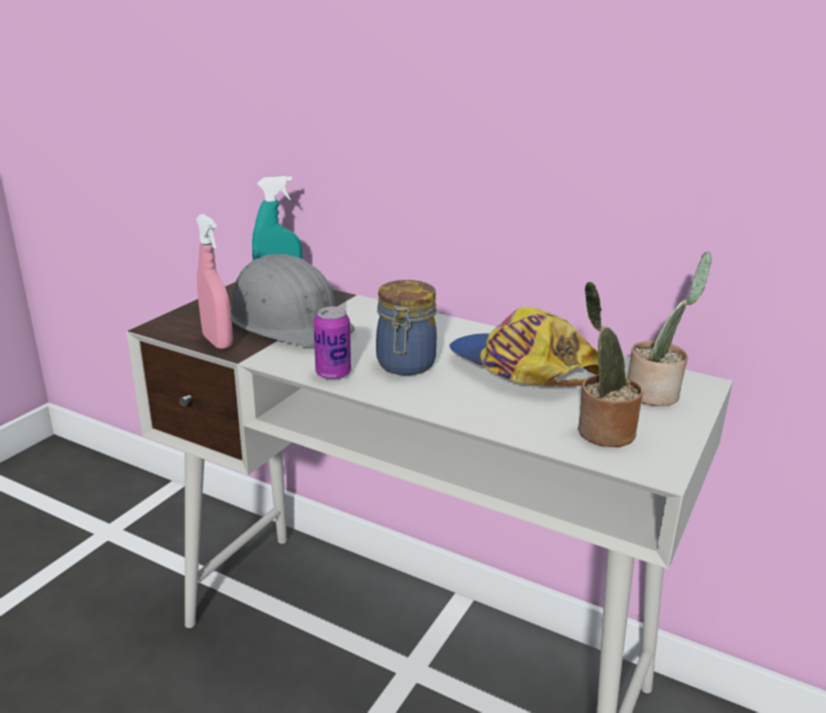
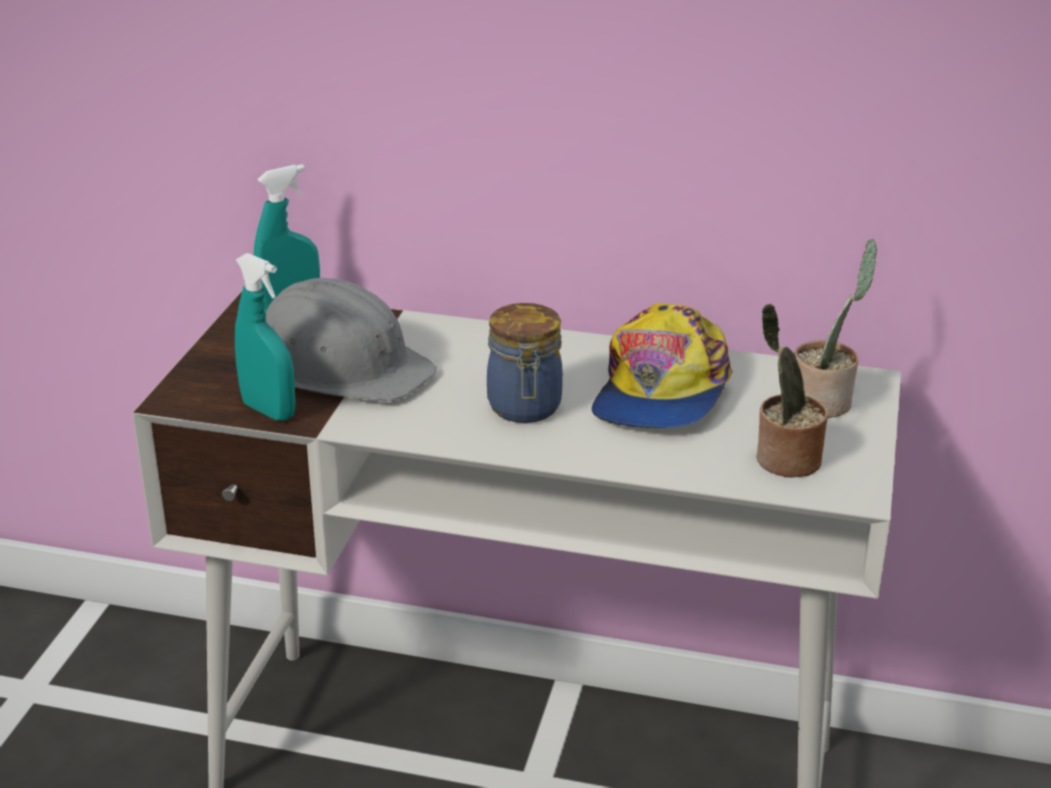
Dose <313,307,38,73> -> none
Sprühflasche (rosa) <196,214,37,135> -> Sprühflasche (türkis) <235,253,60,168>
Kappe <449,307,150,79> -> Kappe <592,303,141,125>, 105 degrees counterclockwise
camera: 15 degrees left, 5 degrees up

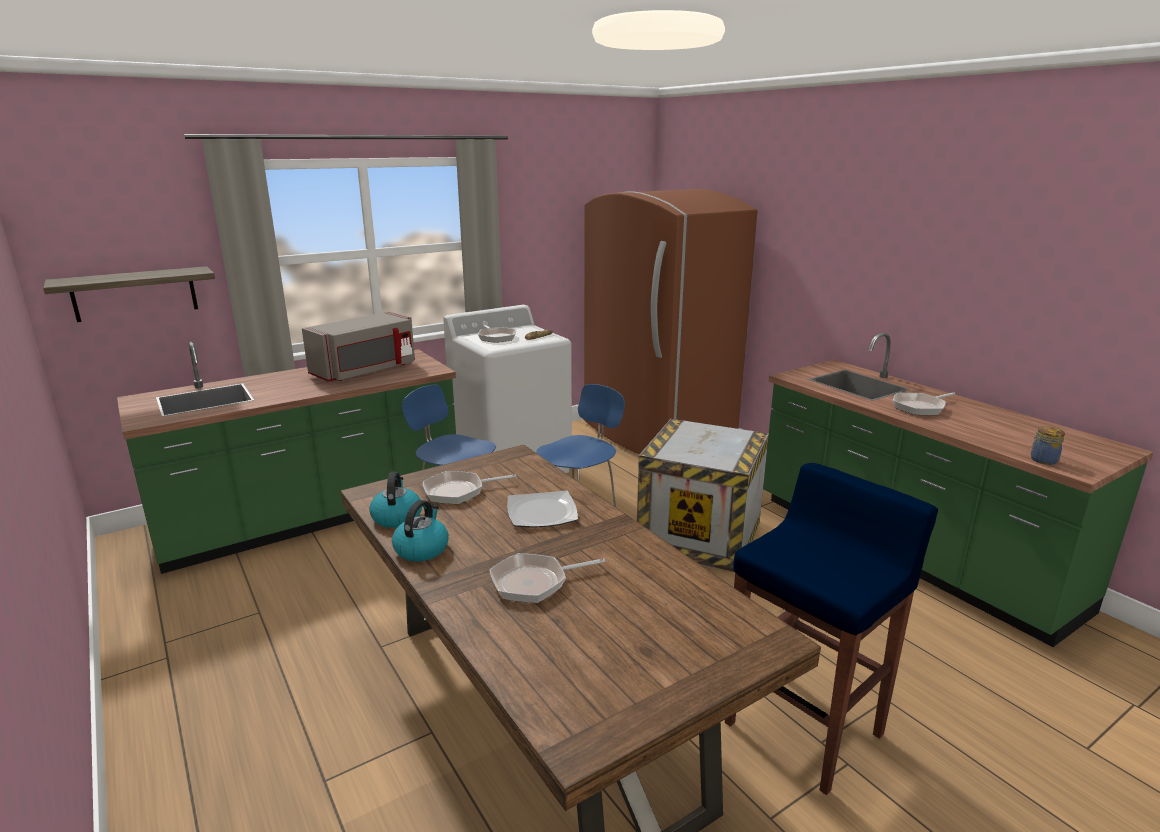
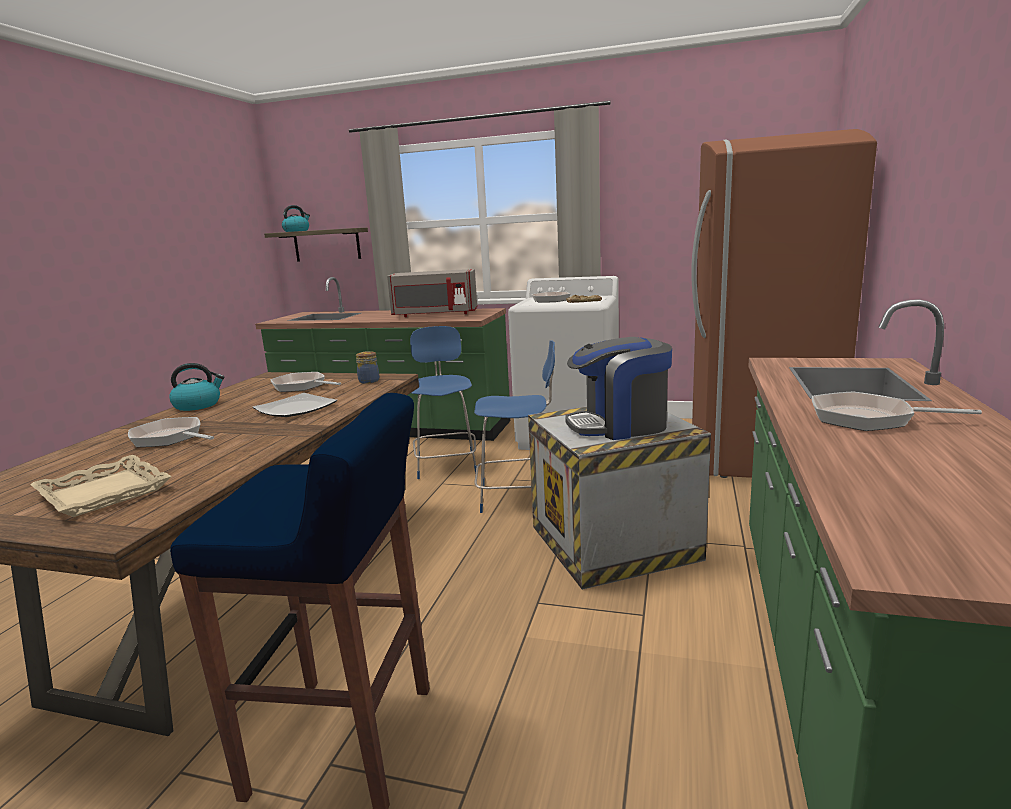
none -> Tablett (beige) <30,455,142,62>
none -> Kaffeemaschine <565,337,107,103>
Wasserkessel <369,472,53,56> -> Wasserkessel <282,205,28,27>, relocated
Vorratsglas <1031,426,34,39> -> Vorratsglas <356,351,23,33>, relocated
camera: 50 degrees right, 5 degrees down

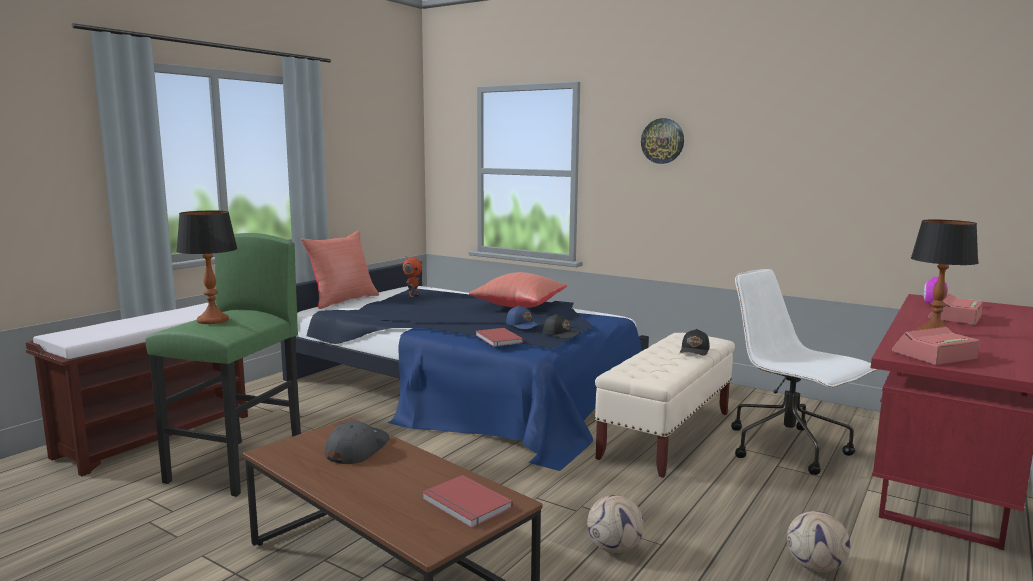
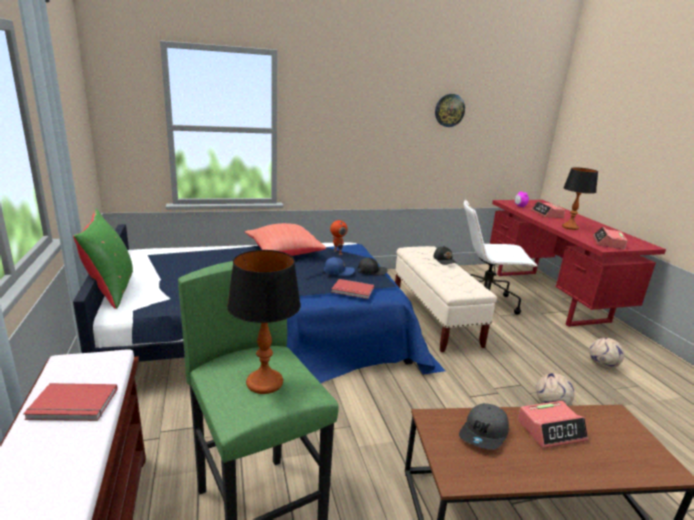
none -> Wecker <518,401,70,48>
Spielzeugroboter <403,256,19,41> -> Spielzeugroboter <330,220,18,35>, relocated
Buch (rot) <422,475,91,53> -> Buch (rot) <23,383,95,38>, relocated
Wanduhr <641,118,43,46> -> Wanduhr <435,94,30,33>, relocated
Kissen (rot) <301,231,78,78> -> Kissen (grün) <73,209,60,100>
Kappe (grau) <325,421,65,43> -> Kappe (grau) <459,403,50,47>, 120 degrees counterclockwise
camera: 50 degrees left, 10 degrees up

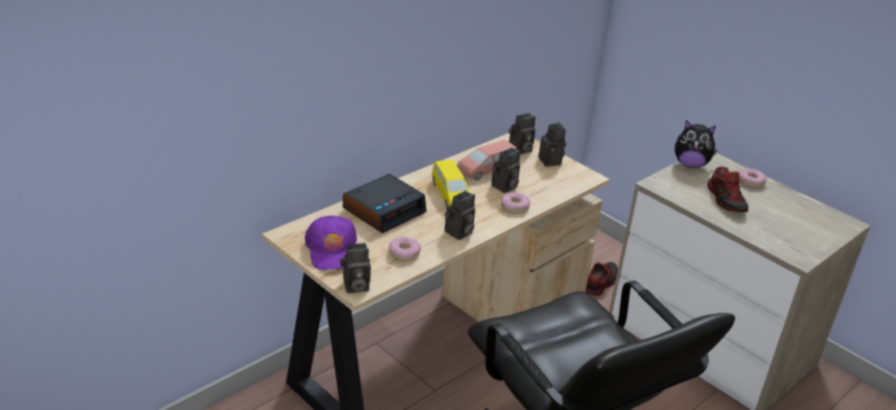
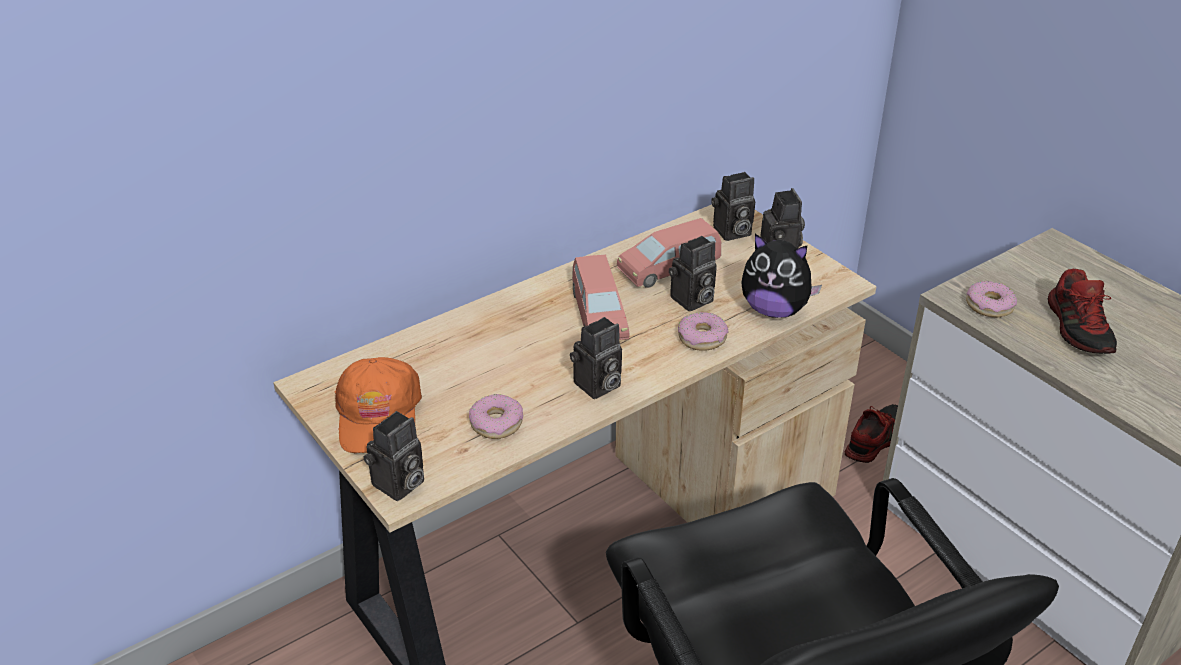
Wecker <343,174,84,59> -> none
Plüschtier <675,120,43,48> -> Plüschtier <741,234,81,84>, relocated
Donut <739,168,28,20> -> Donut <966,281,51,37>, relocated
Kappe (lila) <304,215,53,55> -> Kappe (orange) <335,357,87,96>
Spielzeugauto (gelb) <432,160,39,48> -> Spielzeugauto (rosa) <572,255,57,85>
Kamera <340,243,31,50> -> Kamera <364,411,60,90>, 45 degrees counterclockwise
camera: 10 degrees right, 5 degrees up

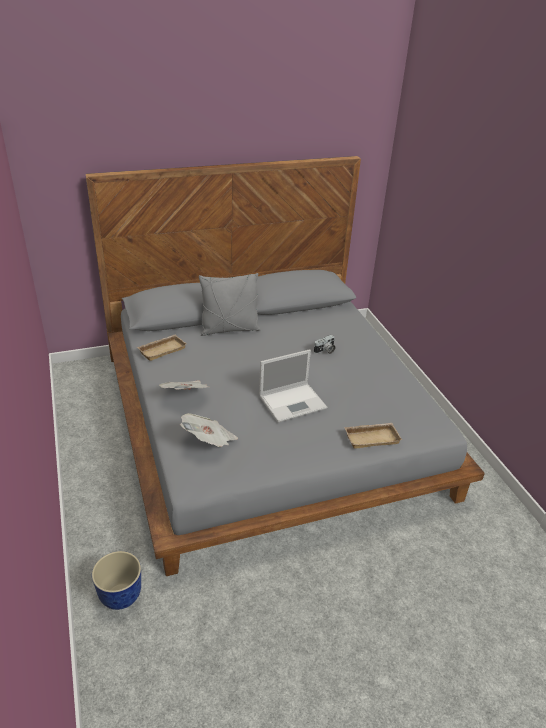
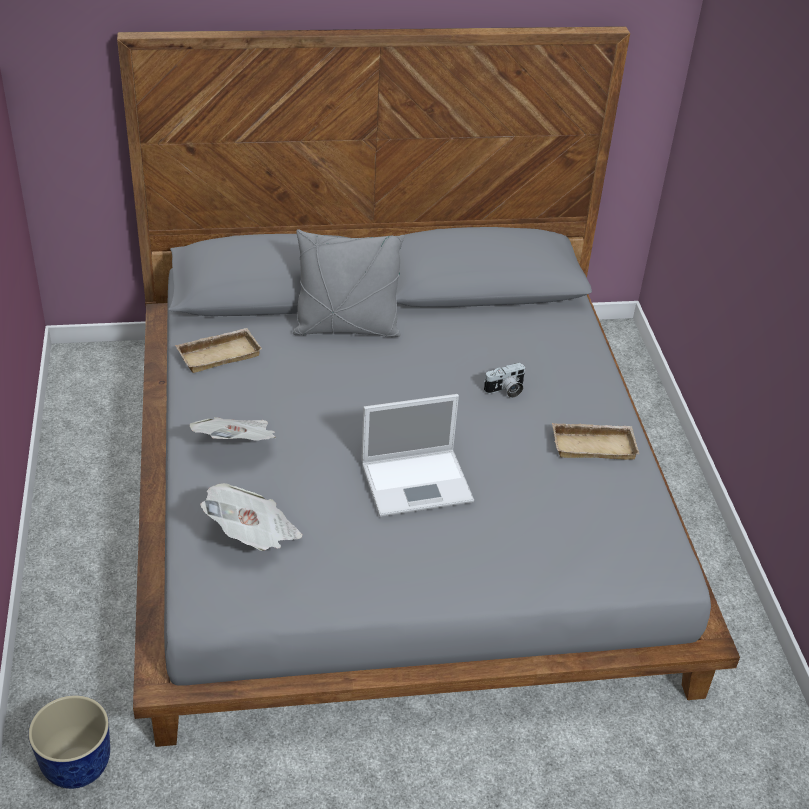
Tablett (beige) <344,423,58,26> -> Tablett (beige) <552,423,87,37>, relocated
camera: 10 degrees right, 5 degrees up

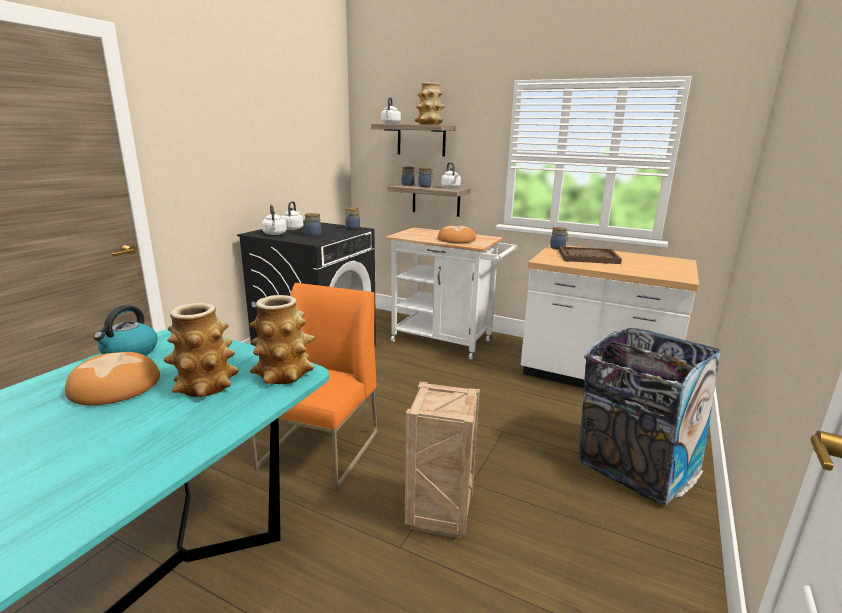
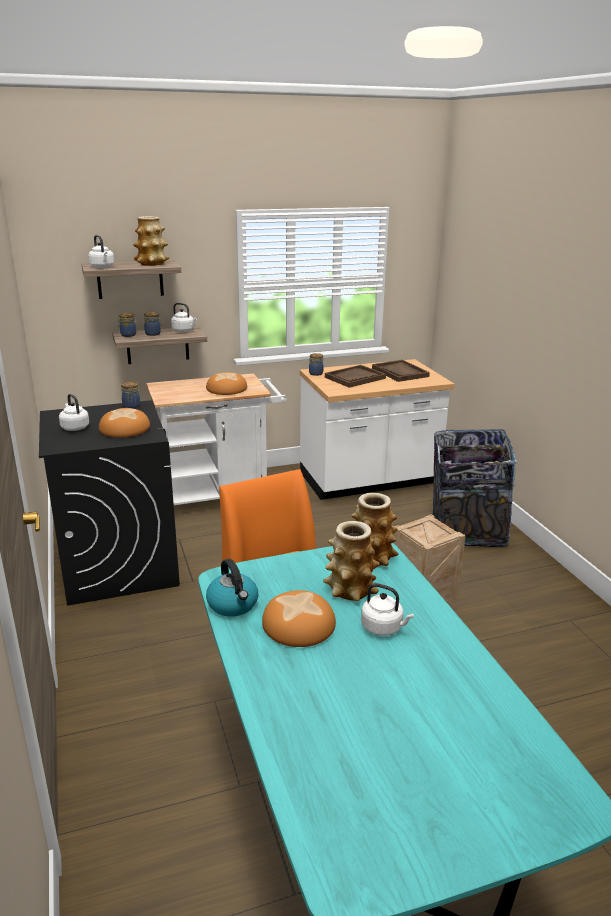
none -> Tablett (braun) <372,360,58,22>
Wasserkessel (weiß) <262,204,25,31> -> Wasserkessel (weiß) <361,583,53,53>, relocated
Vorratsglas <305,213,16,24> -> Brot <99,408,51,30>
camera: 45 degrees left, 5 degrees up

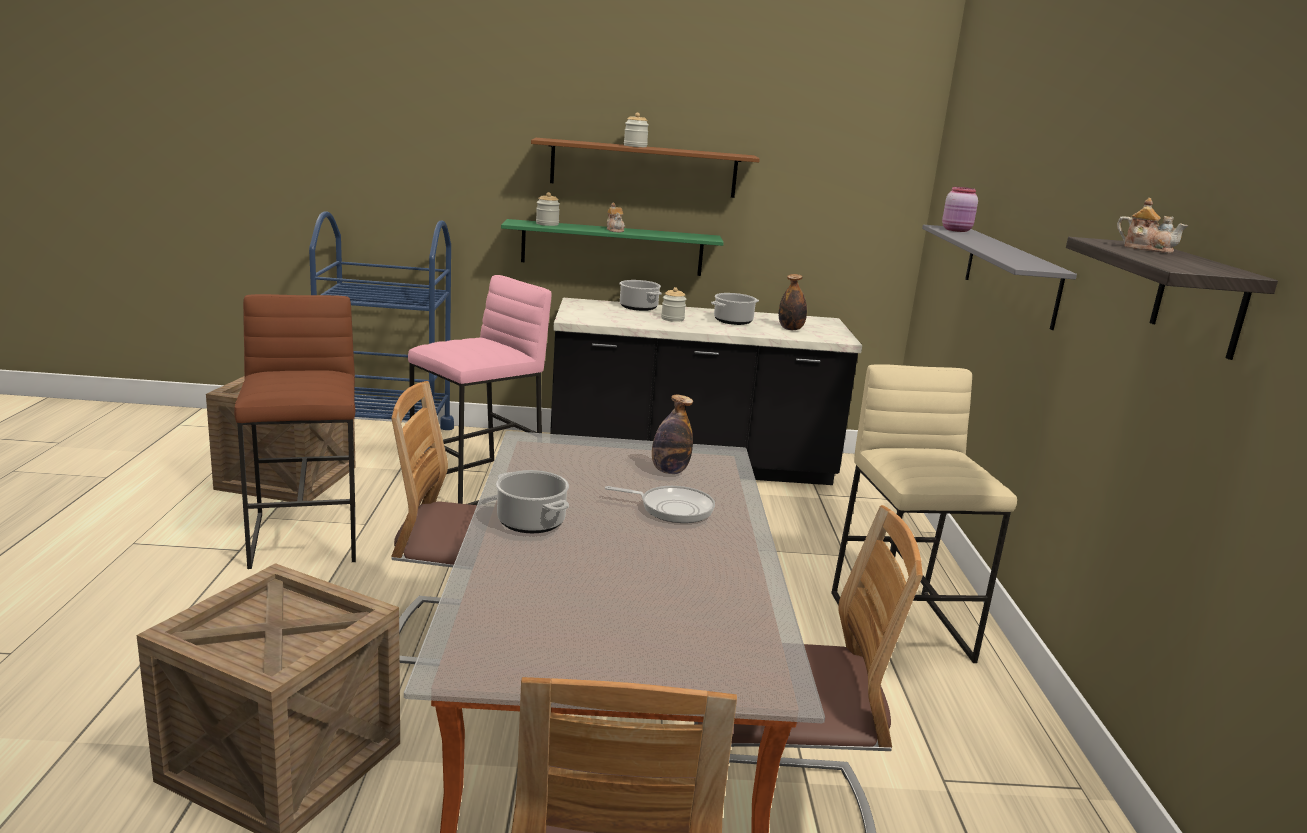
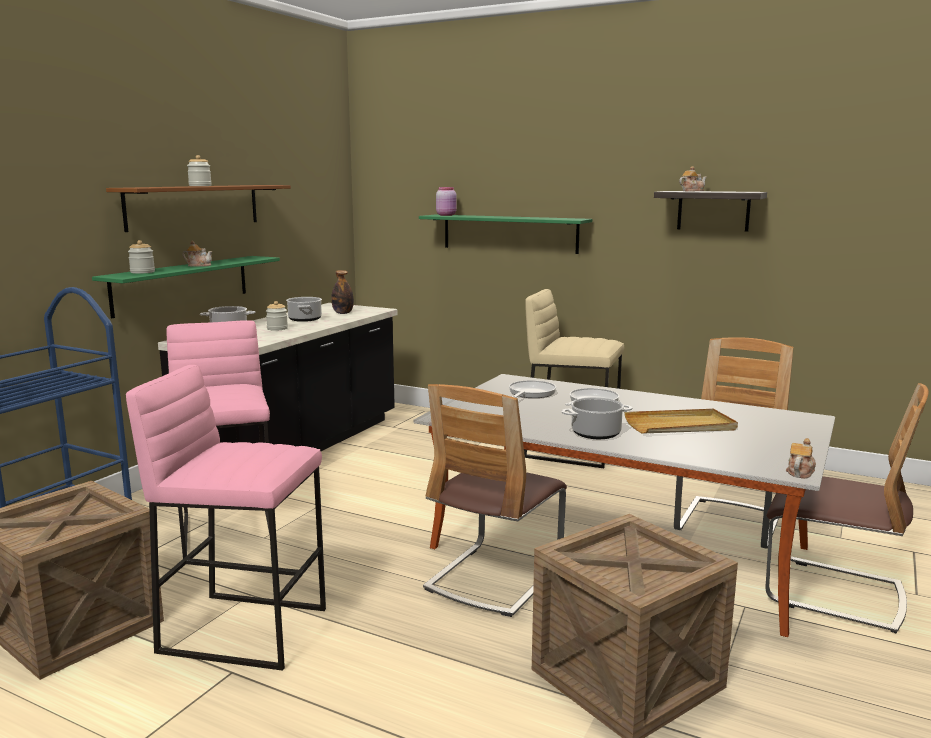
none -> Tablett (beige) <624,409,114,25>
none -> Teekanne <786,438,30,40>
Flasche <652,395,41,79> -> Pfanne <509,380,47,18>
Hocker (braun) <234,294,122,275> -> Hocker (rosa) <126,365,200,306>
Wandregal (grau) <922,225,155,105> -> Wandregal (grün) <419,215,173,39>
camera: 60 degrees left, 5 degrees down

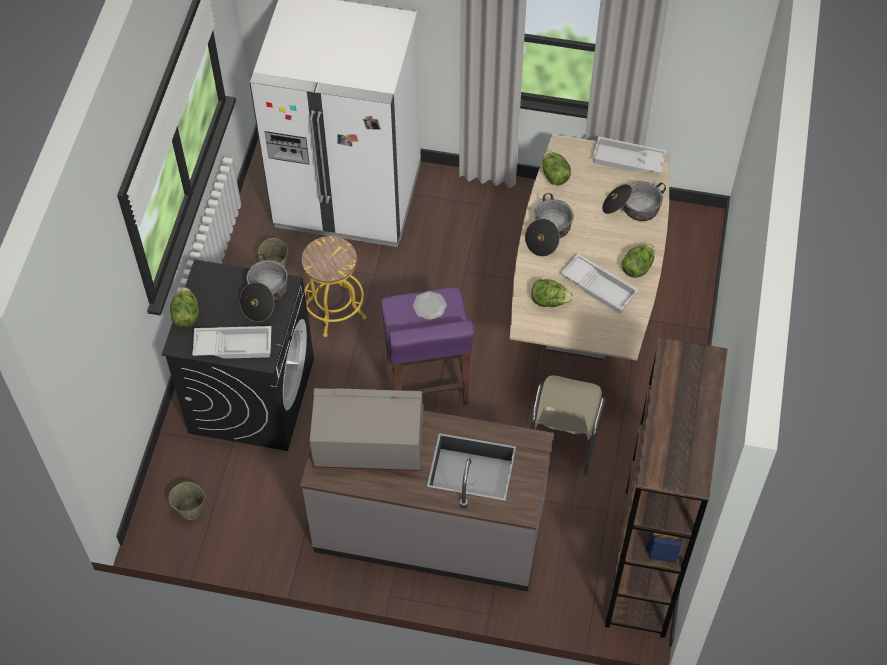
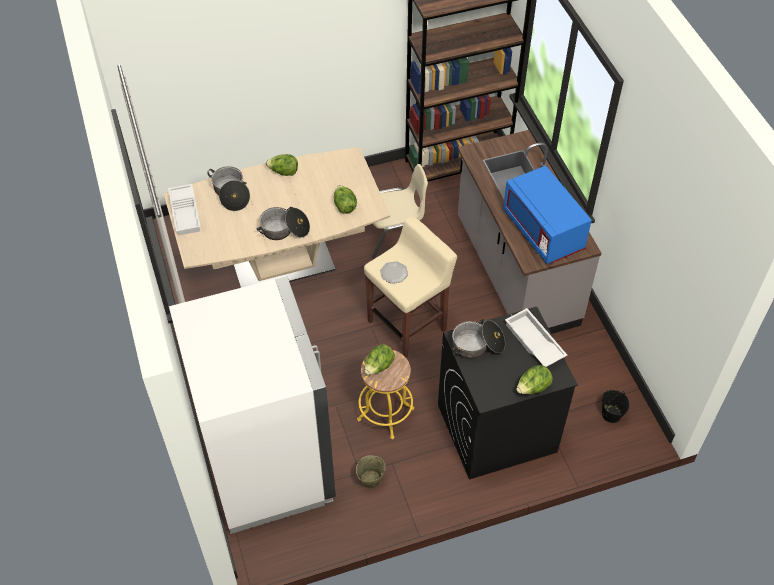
Tablett (weiß) <560,254,79,60> -> none
Salatkopf <542,150,29,35> -> Salatkopf <364,344,31,31>, relocated
Eimer (beige) <169,481,37,39> -> Eimer (schwarz) <602,390,28,33>
Mikrowelle (grau) <309,388,114,83> -> Mikrowelle (blau) <503,166,89,98>
Hocker (lila) <381,287,93,118> -> Hocker (beige) <364,217,93,140>
camera: 120 degrees left, 5 degrees down

